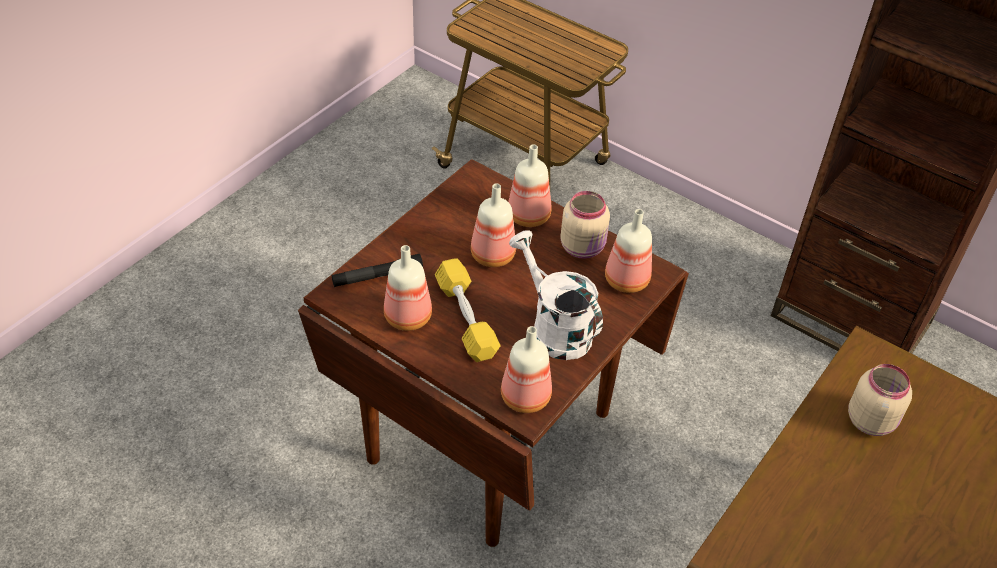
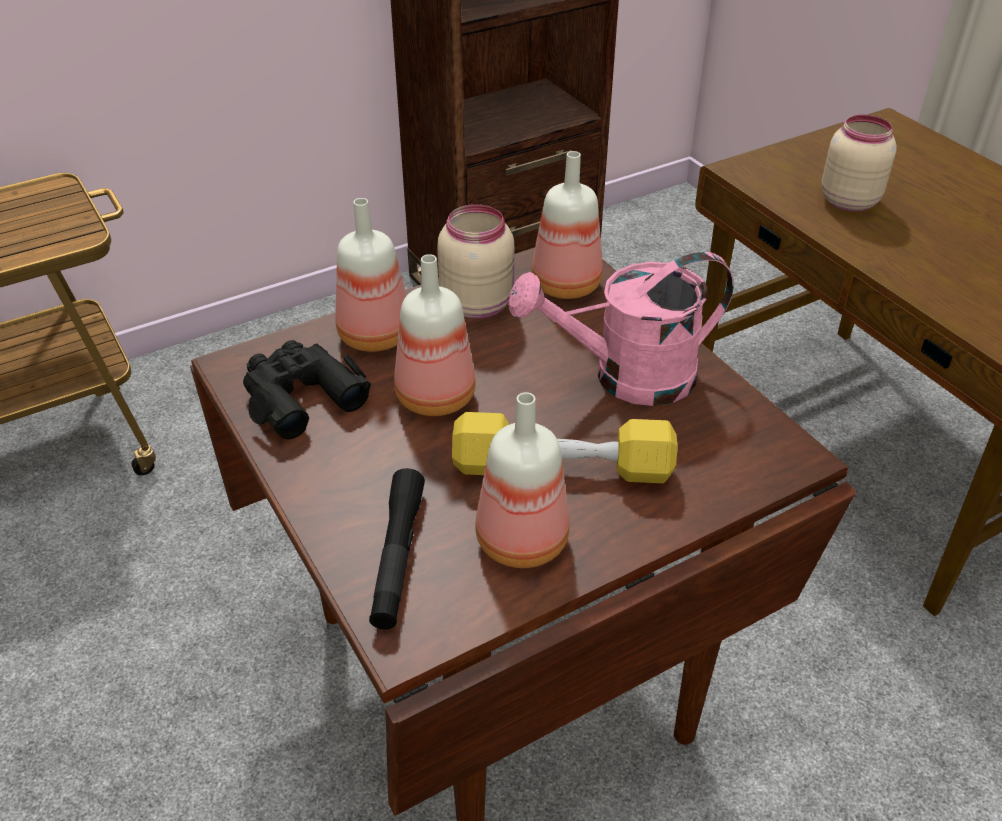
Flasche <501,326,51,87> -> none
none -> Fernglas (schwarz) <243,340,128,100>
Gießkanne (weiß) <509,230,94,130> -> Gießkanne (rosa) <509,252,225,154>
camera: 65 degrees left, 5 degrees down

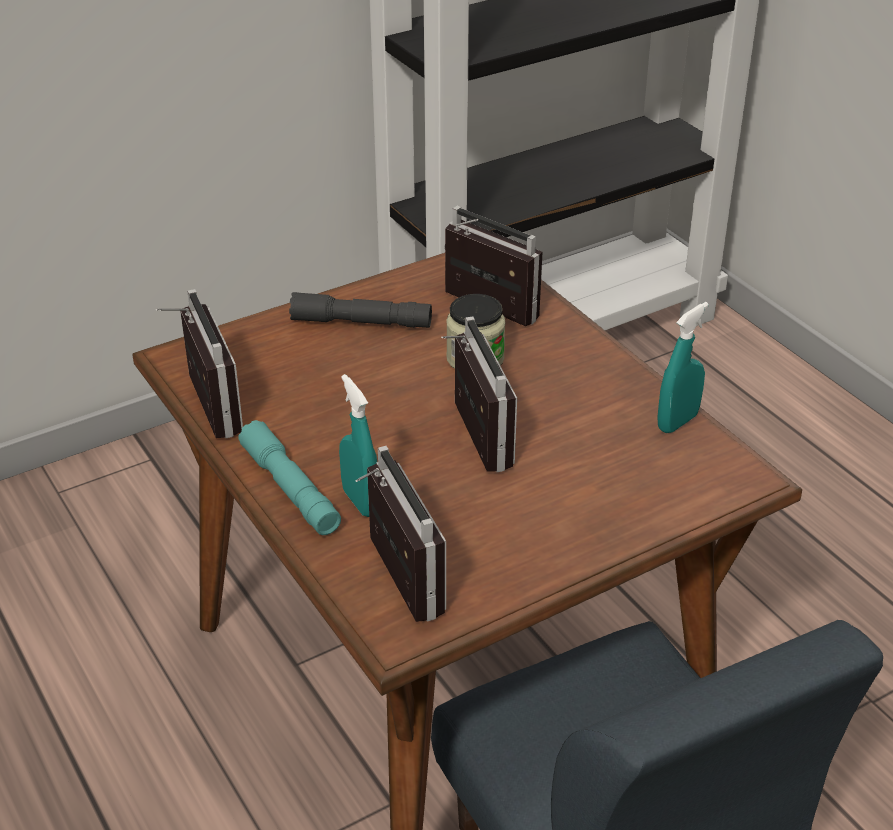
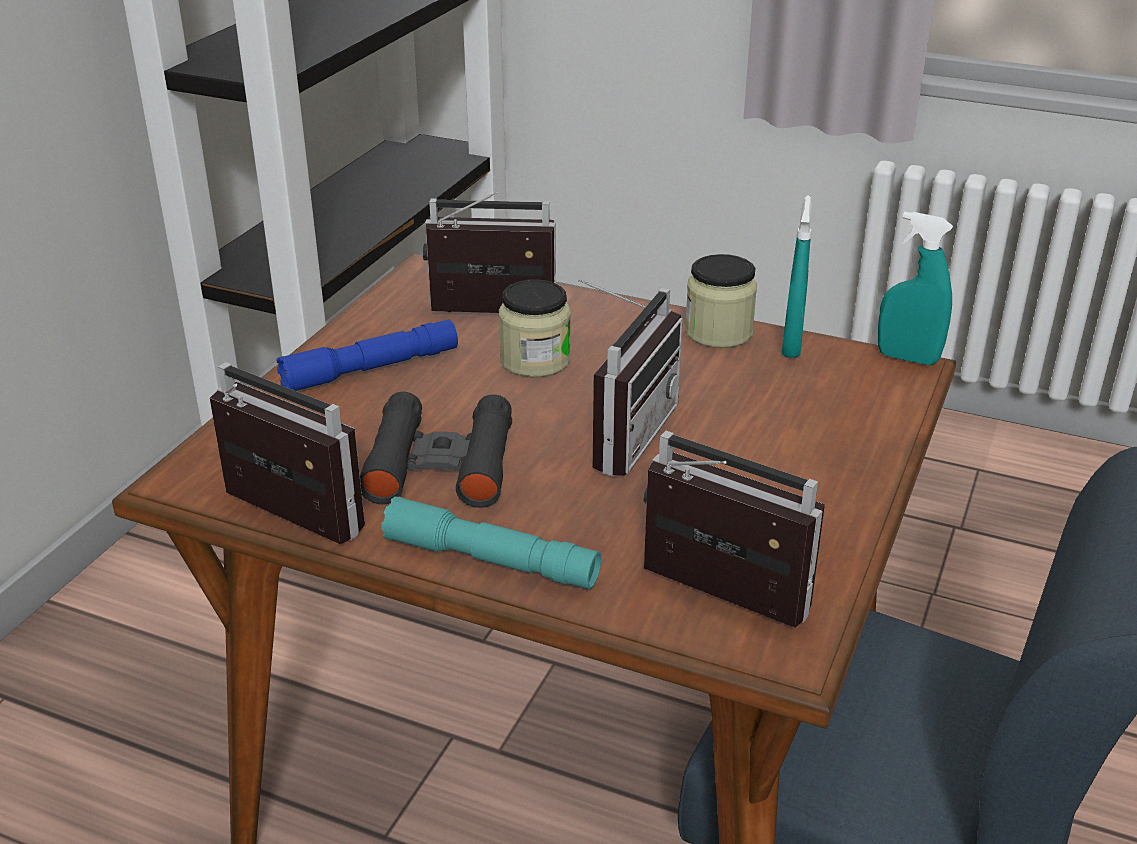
none -> Fernglas (schwarz) <360,392,152,116>
none -> Vorratsglas <685,254,72,94>
Sprühflasche (türkis) <339,374,38,143> -> Sprühflasche (türkis) <878,212,75,153>, relocated
Taschenlampe (grau) <289,292,143,36> -> Taschenlampe (blau) <276,320,182,71>
Radio <441,316,76,156> -> Radio <577,279,106,197>, 75 degrees clockwise
camera: 35 degrees left, 5 degrees down

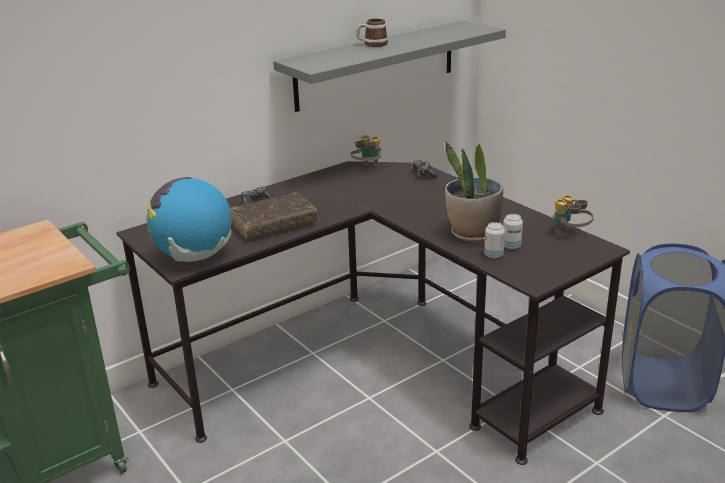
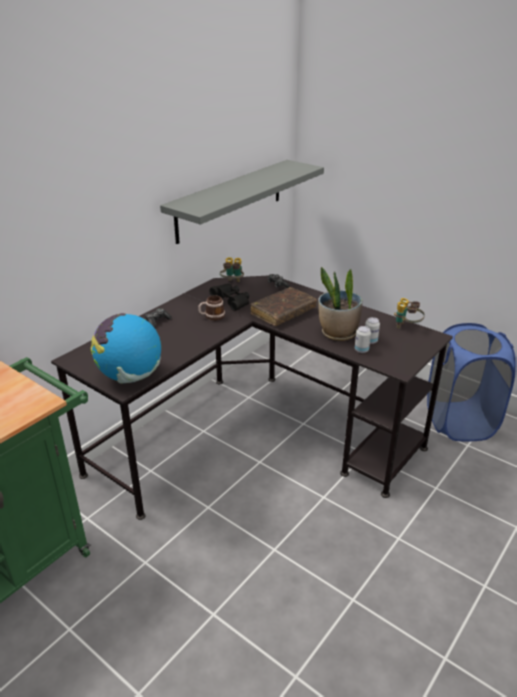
none -> Fernglas (schwarz) <209,284,40,27>
Buch (braun) <230,192,87,47> -> Buch (braun) <250,287,67,39>, relocated
Henkelbecher <356,19,32,28> -> Henkelbecher <198,296,27,25>, relocated
camera: 15 degrees left, 5 degrees up

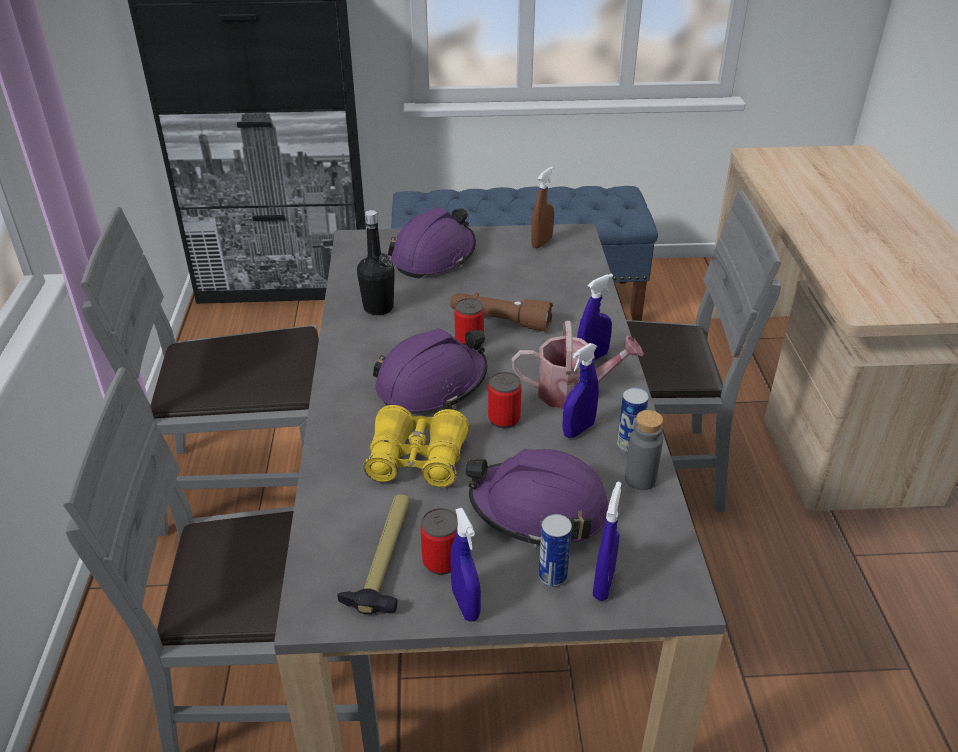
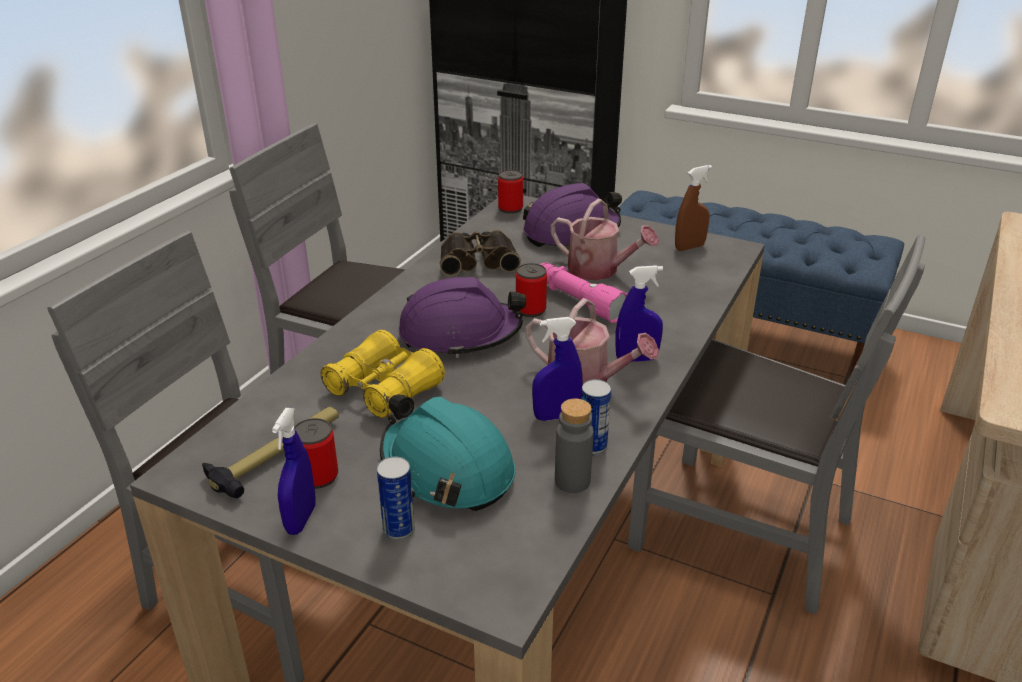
Sprühflasche (blau) <593,482,29,119> -> none
none -> Gießkanne <551,199,108,82>
Dose <488,372,34,56> -> Dose <498,170,25,44>, relocated
Flasche (schwarz) <357,210,38,105> -> Fernglas <440,230,81,46>
Taschenlampe (braun) <450,292,103,40> -> Taschenlampe (rosa) <540,263,88,60>
Schutzhelm (lila) <465,449,144,98> -> Schutzhelm (türkis) <380,394,136,117>
camera: 30 degrees right, 5 degrees down

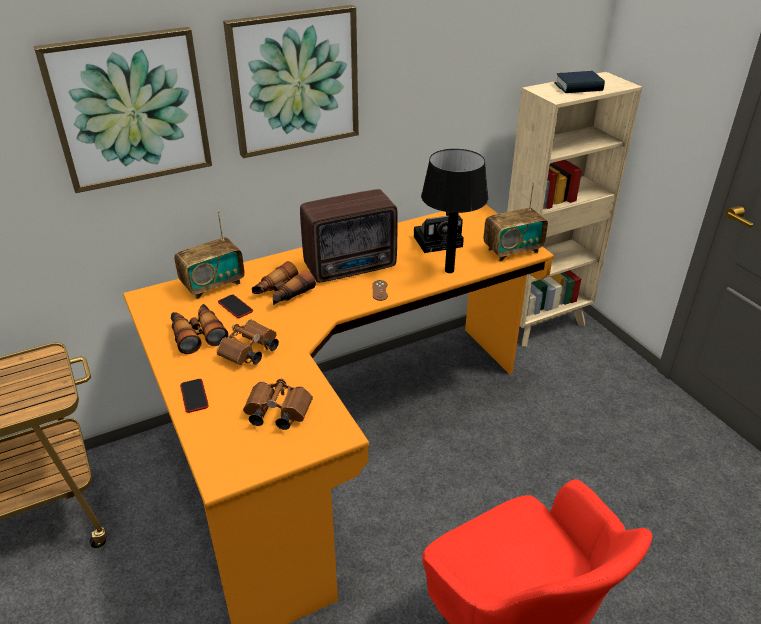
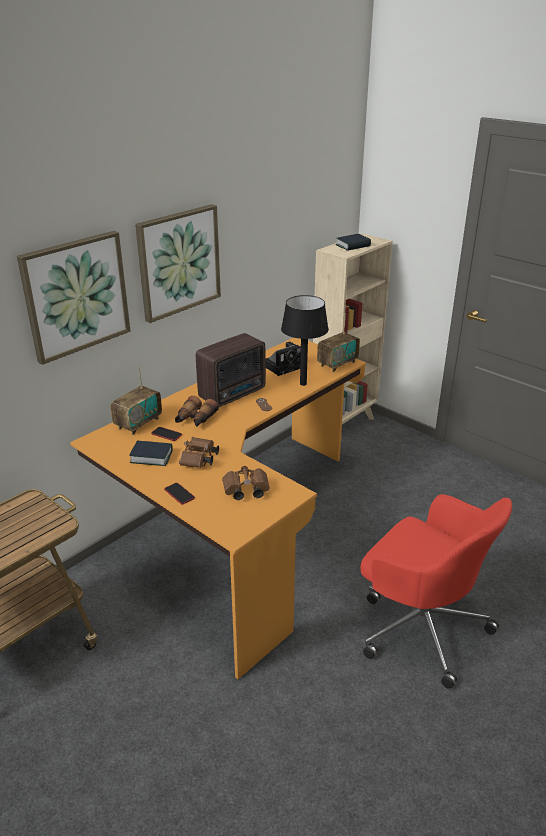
Fernglas <171,304,57,50> -> Buch <129,441,44,25>
camera: 20 degrees left, 5 degrees down

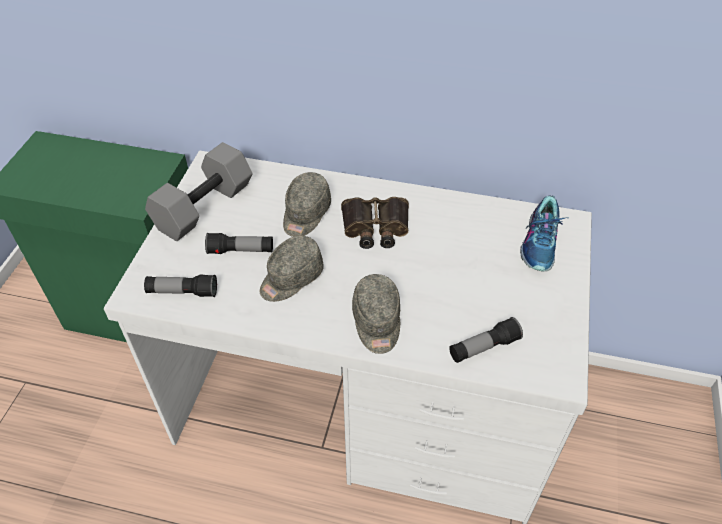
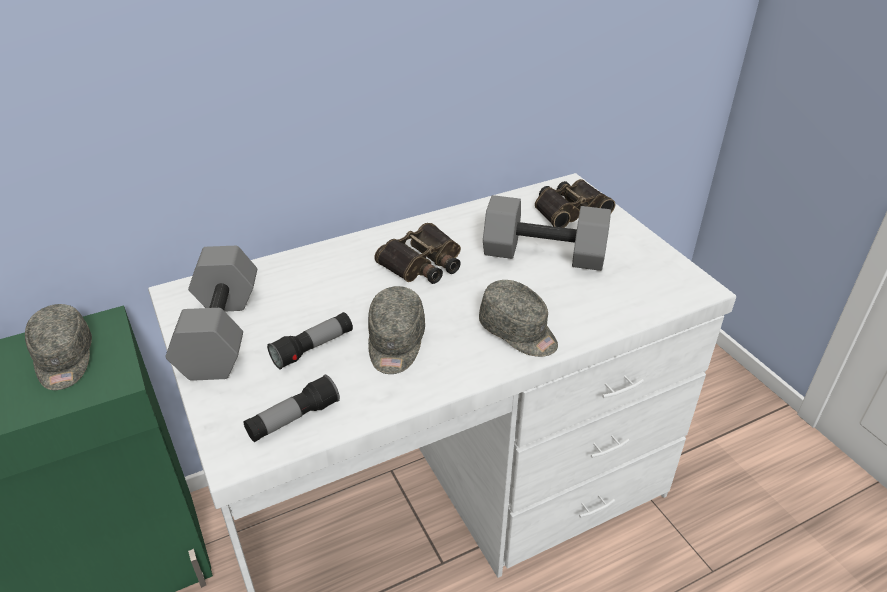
Taschenlampe <449,317,74,46> -> none
none -> Hantel (grau) <483,195,128,76>
Kappe (grau) <283,172,48,65> -> Kappe (grau) <25,304,67,86>, relocated
Schuh <520,196,45,76> -> Fernglas <535,179,80,49>
camera: 40 degrees left, 10 degrees down

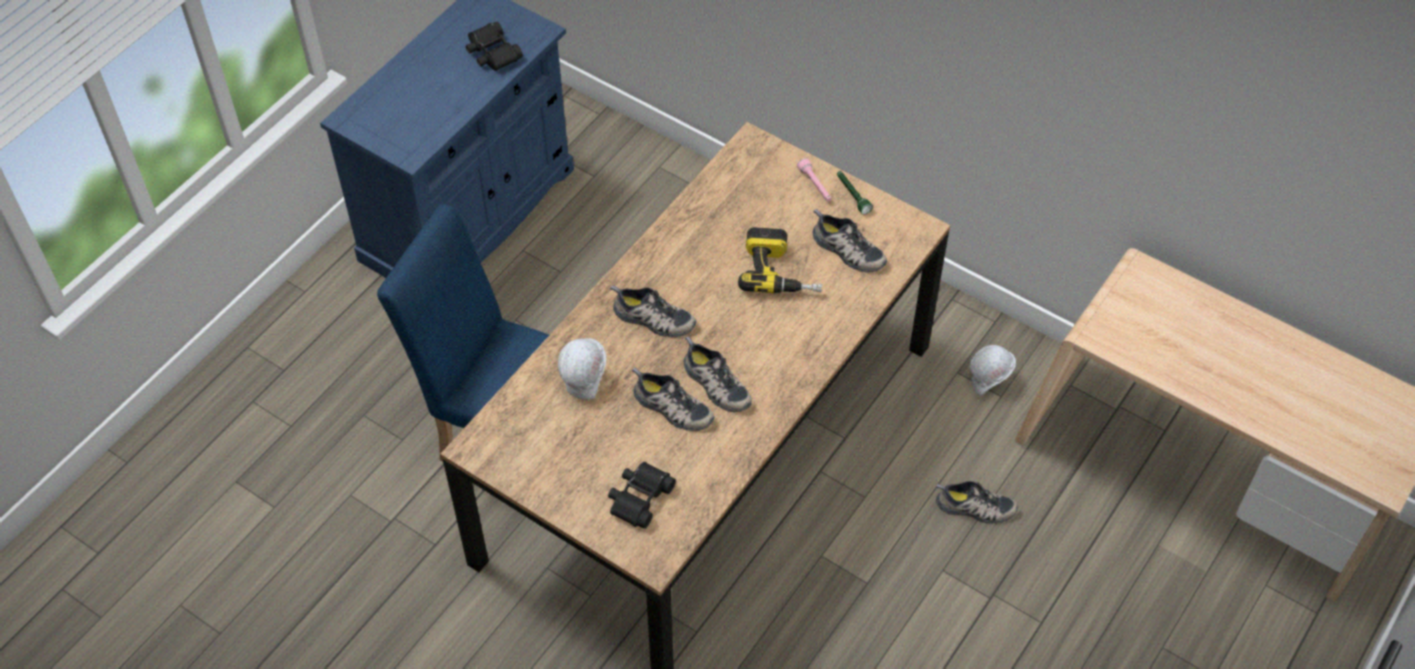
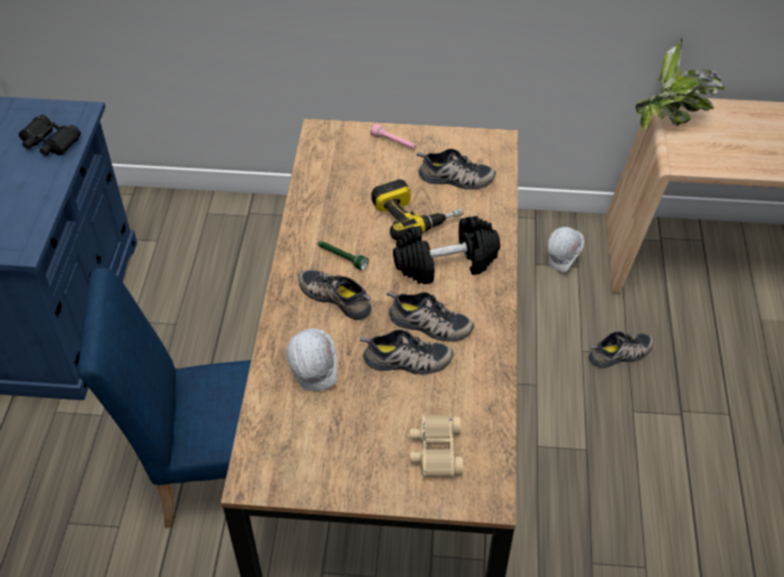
none -> Hantel (schwarz) <393,216,107,68>
none -> Topfpflanze <636,39,89,91>
Taschenlampe (grün) <837,171,36,43> -> Taschenlampe (grün) <318,241,50,29>, relocated
Fernglas (schwarz) <608,462,68,67> -> Fernglas (beige) <410,415,53,62>
Schuh <610,285,86,52> -> Schuh <298,270,74,50>, 135 degrees counterclockwise
camera: 30 degrees left, 5 degrees down

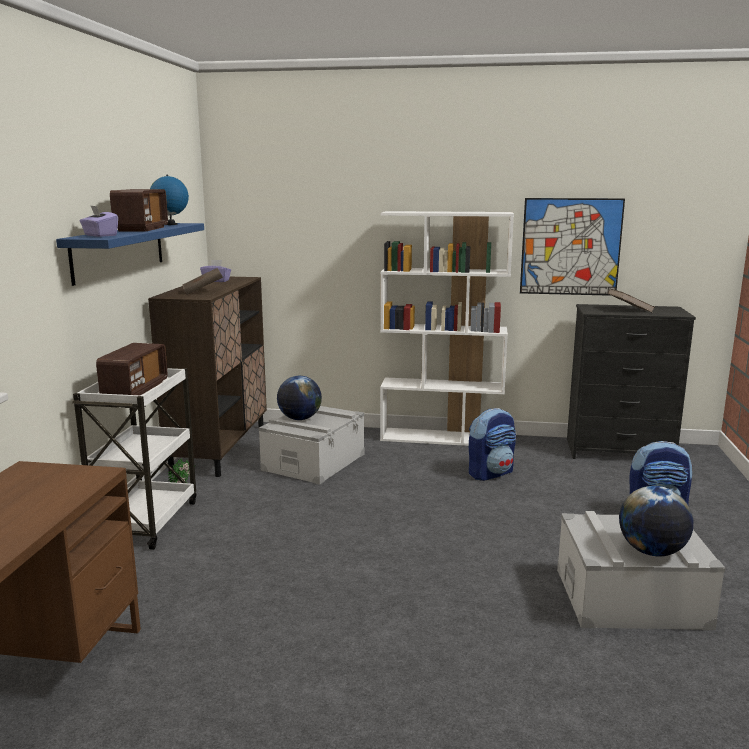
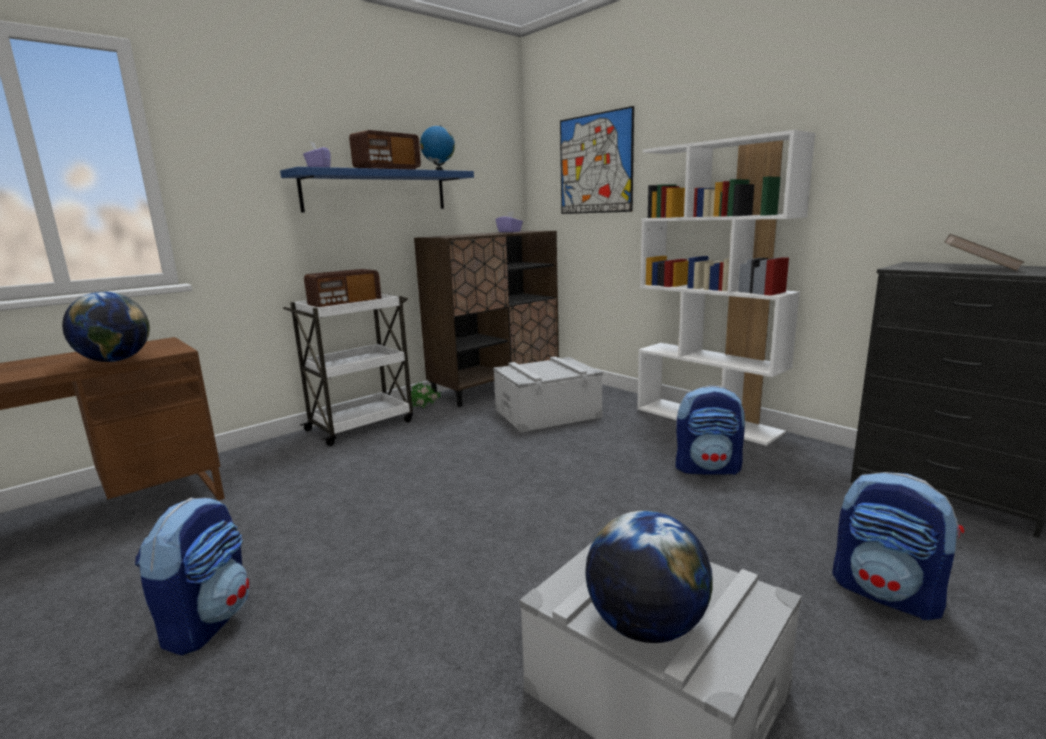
Buch (braun) <183,268,40,27> -> none
none -> Rucksack <135,497,114,159>
Globus <277,376,45,44> -> Globus <62,292,88,70>, relocated
Bild <520,198,105,98> -> Bild <560,106,74,108>, relocated
camera: 40 degrees right, 0 degrees up

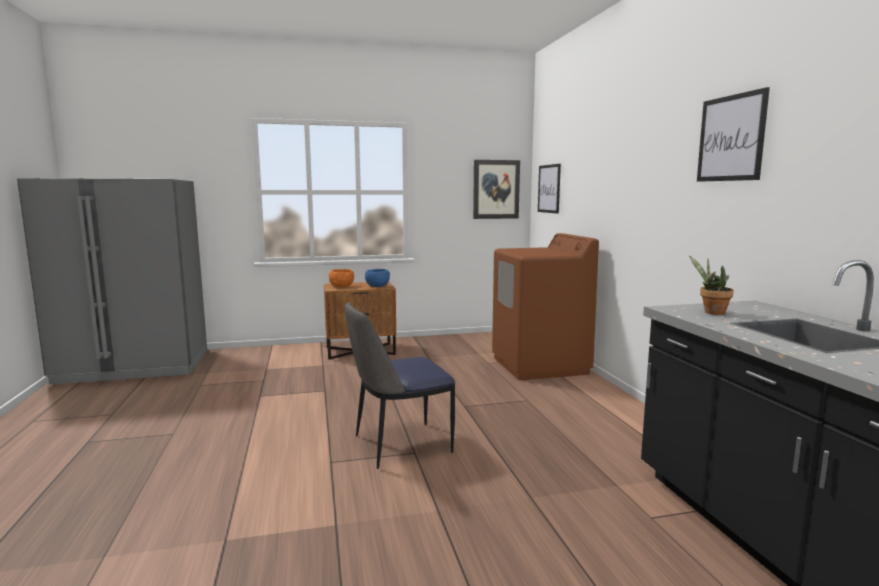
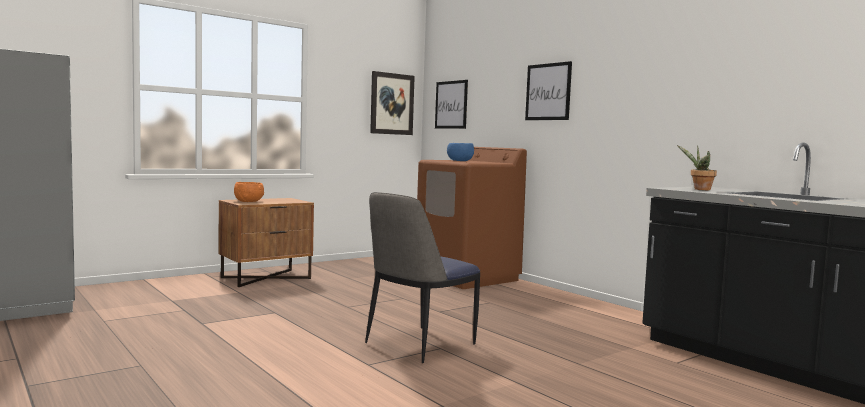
Schüssel (blau) <365,269,25,18> -> Schüssel (blau) <447,143,27,18>, relocated
Bild <697,87,73,95> -> Bild <525,61,47,59>, relocated
camera: 25 degrees left, 5 degrees down

